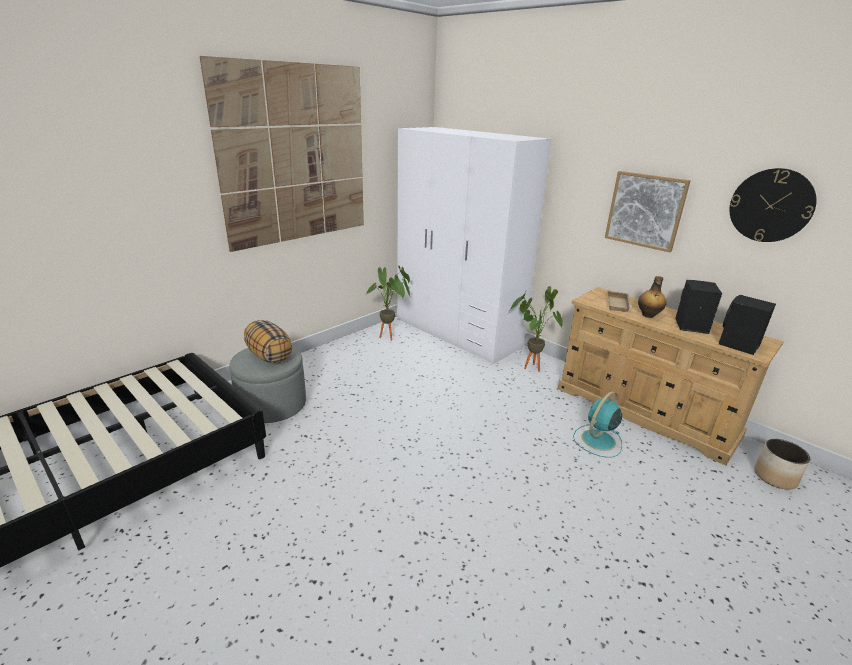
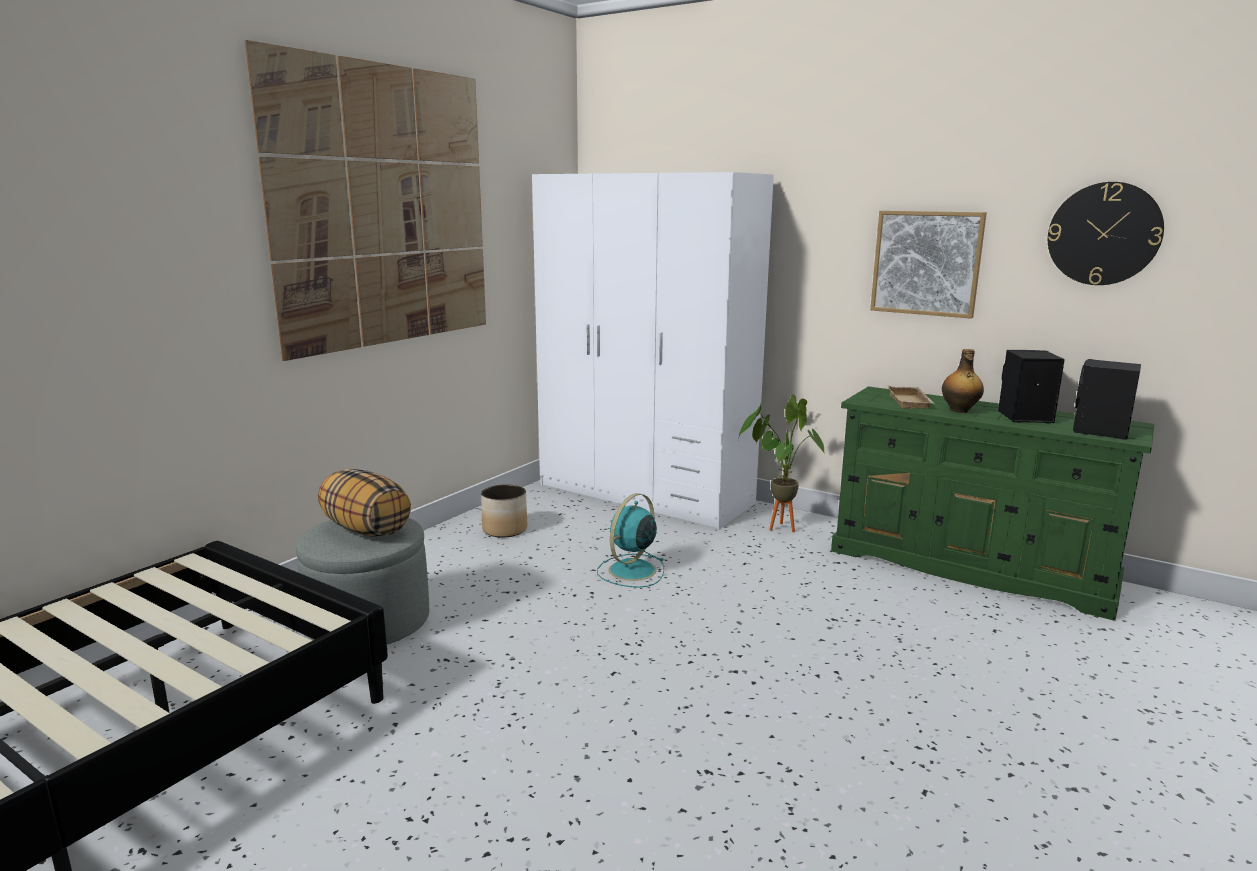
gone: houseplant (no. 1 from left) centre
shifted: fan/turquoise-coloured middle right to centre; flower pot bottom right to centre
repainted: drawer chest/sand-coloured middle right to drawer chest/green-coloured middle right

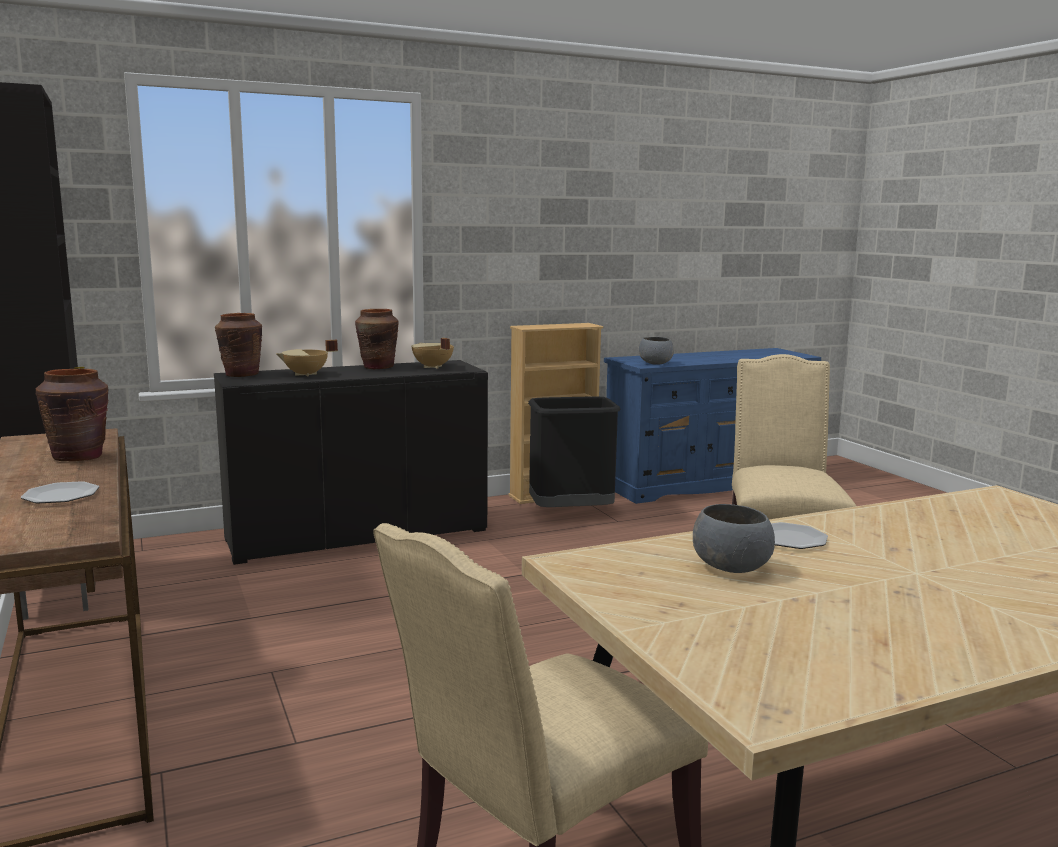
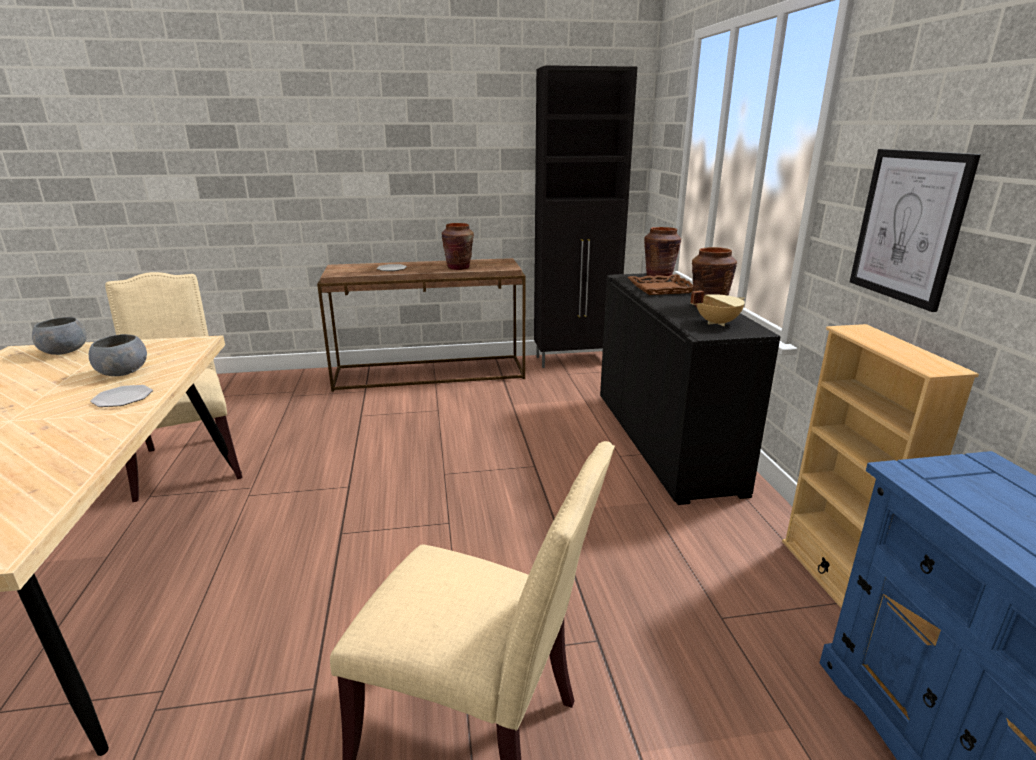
gone: rubbish bin/blackish centre
new: picture top right
shifted: bowl/grey (no. 1 from left) centre to middle left
swapped: saucepot/sand-coloured (no. 1 from left) middle left to tray/brown centre

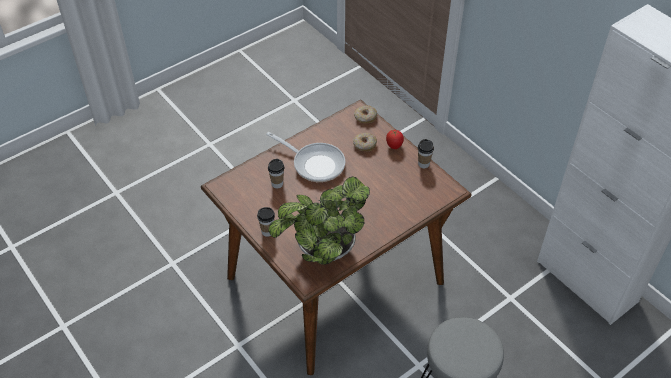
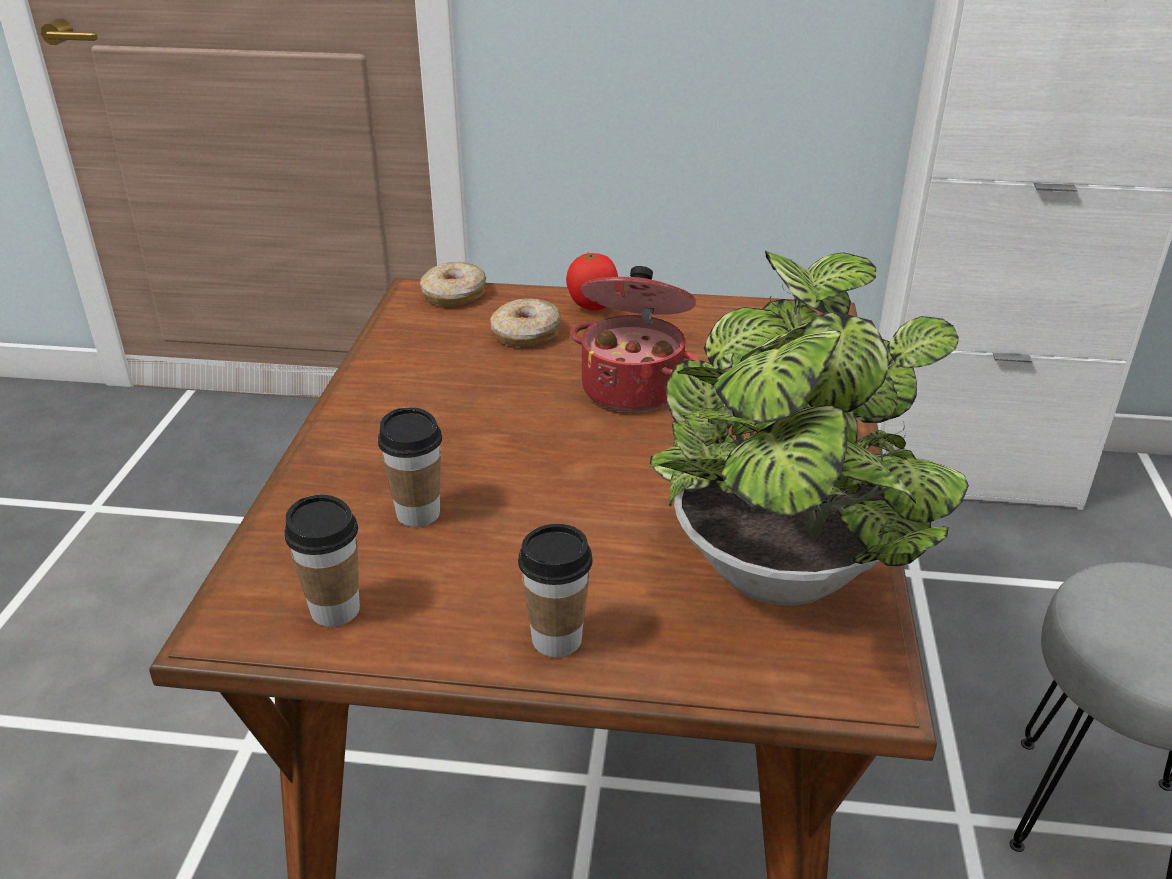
gone: frying pan centre
new: saucepot centre
shifted: cup (no. 3 from left in the first image) centre to cup (no. 1 from left) middle left

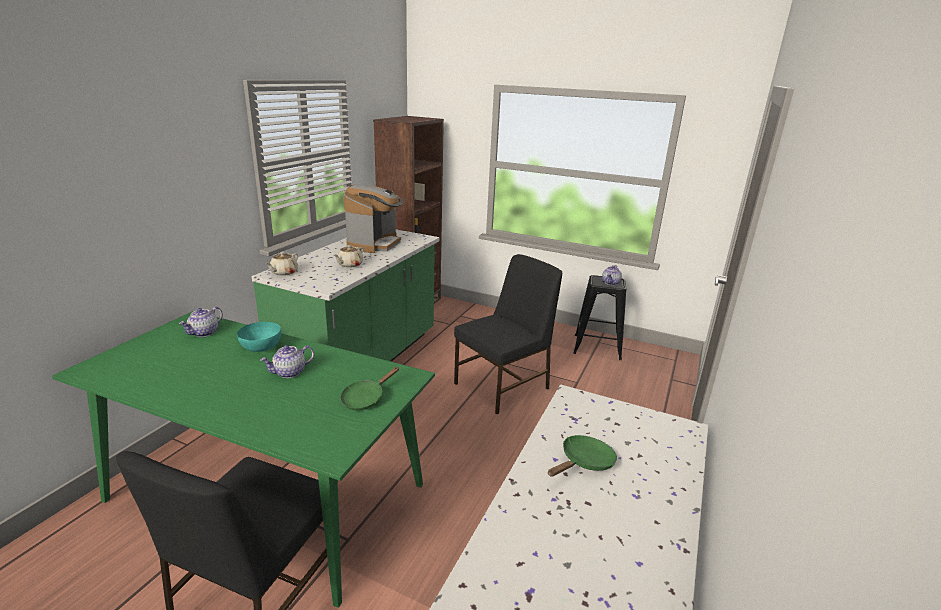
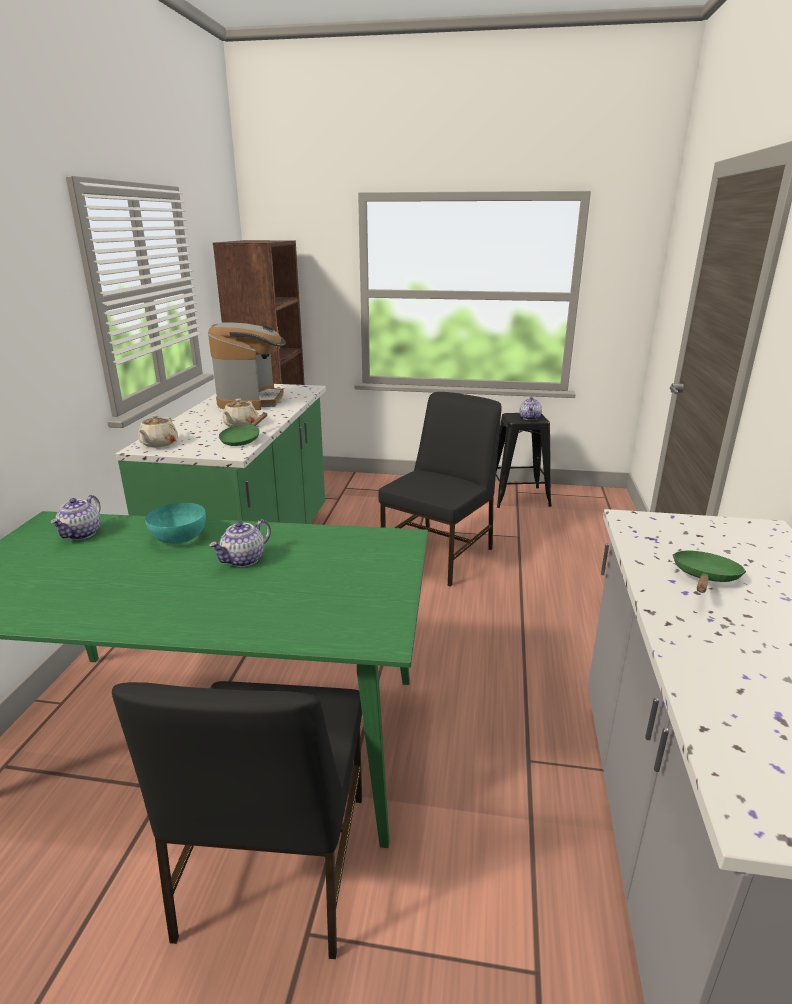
shifted: frying pan/green-coloured (no. 1 from left) centre to middle left

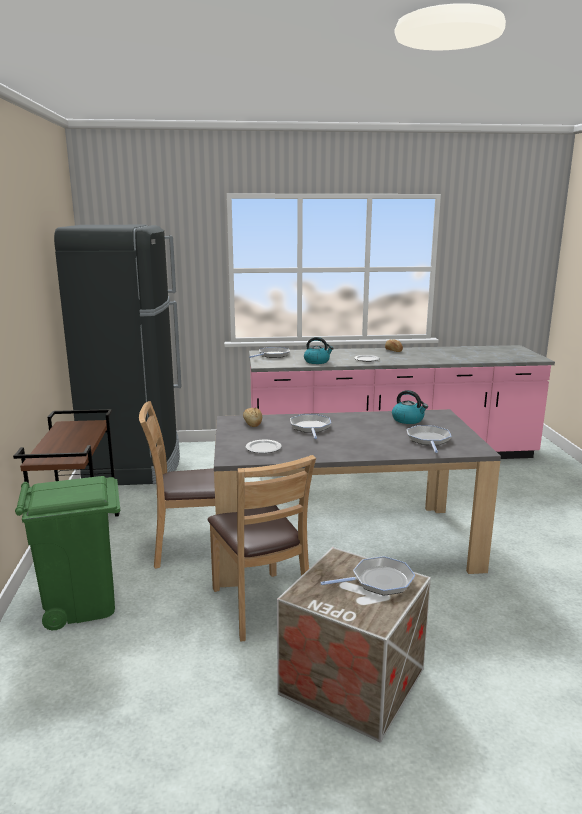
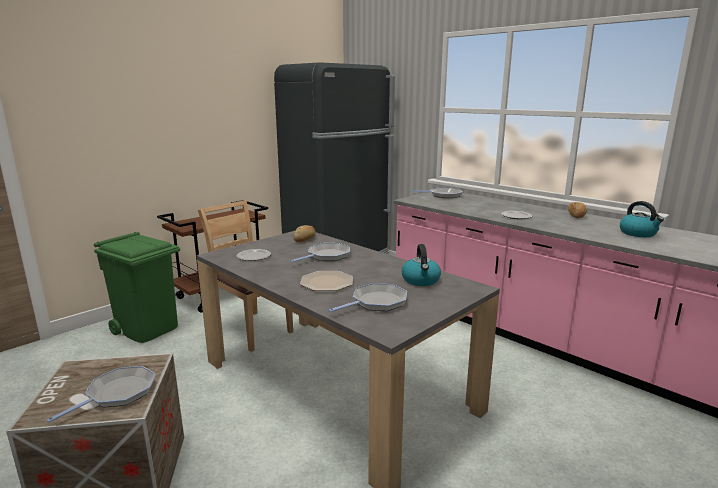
gone: plain chair/brown (no. 2 from left) bottom centre
new: plate (no. 2 from left) centre
shifted: water kettle (no. 1 from left in the first image) centre to water kettle (no. 2 from left) middle right
rotated: frying pan (no. 3 from left in the first image) bottom centre = bottom left 90 degrees counterclockwise

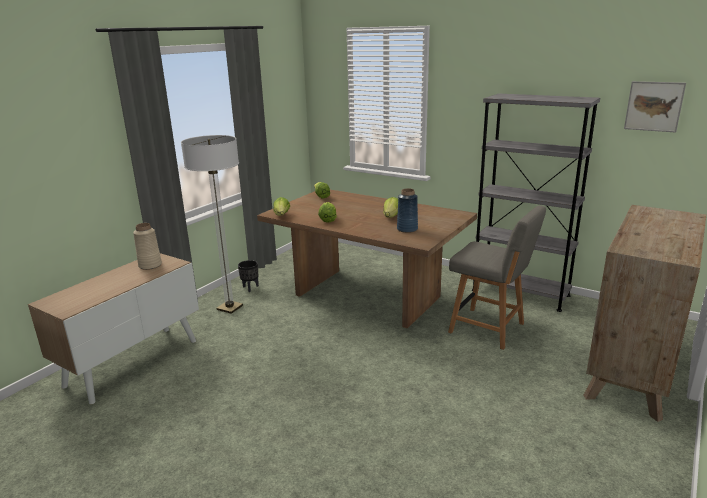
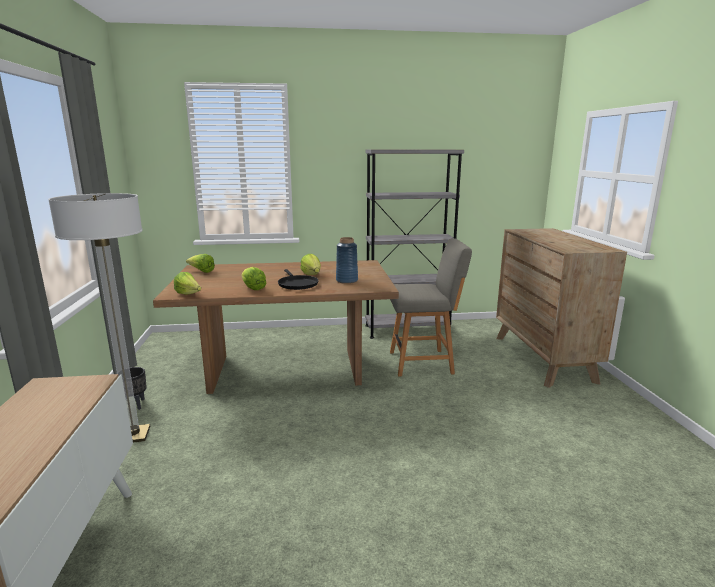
gone: picture top right; decorative vase/sand-coloured middle left
new: frying pan/blackish centre

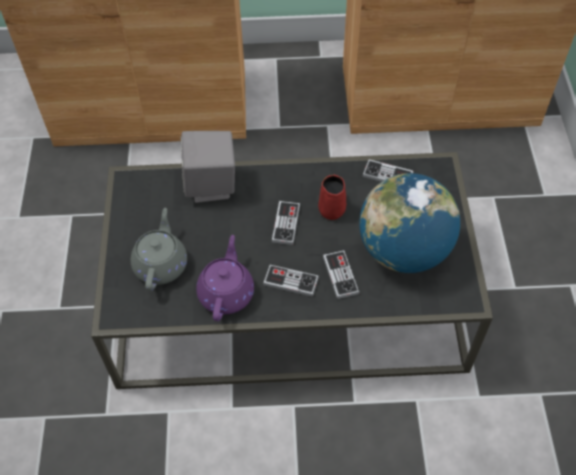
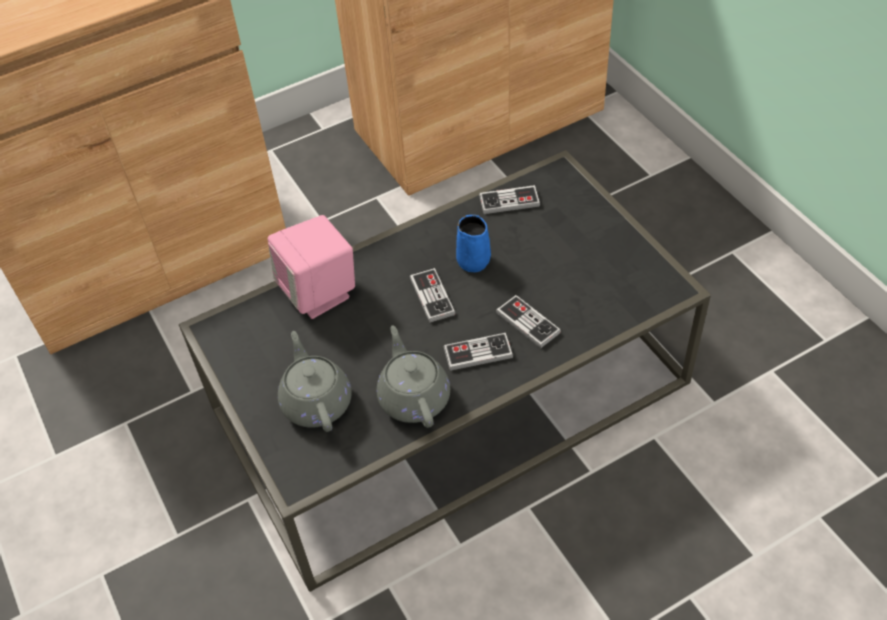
gone: globe middle right
repainted: speaker/grey centre to speaker/pinkish centre; tea mug/reddish centre to tea mug/blue centre; teapot/purple-coloured centre to teapot/grey (no. 2 from left) centre

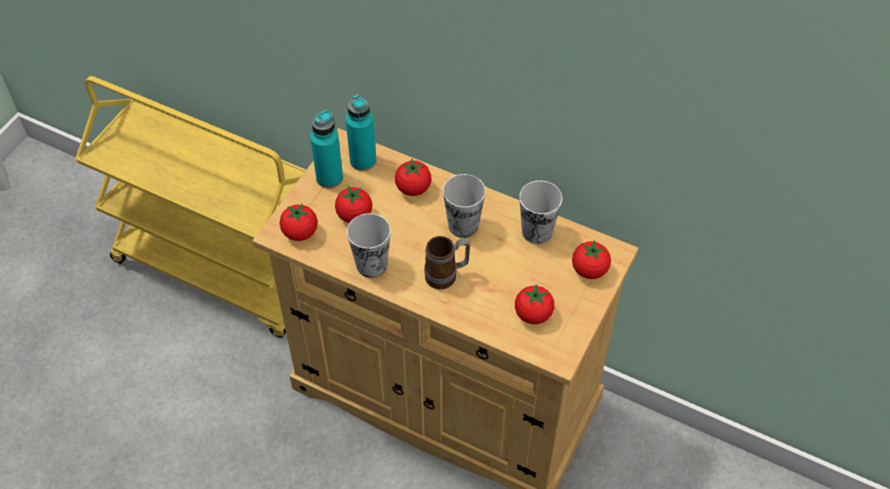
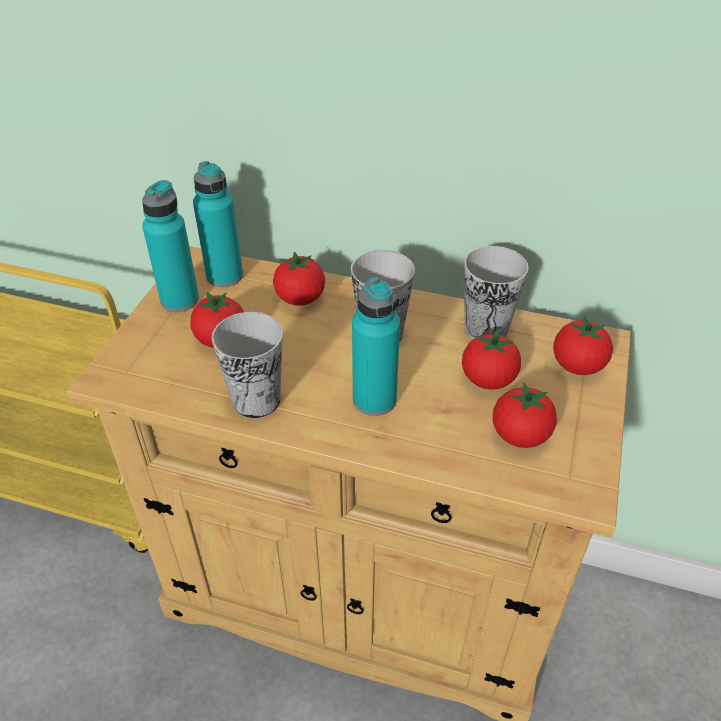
shifted: whole tomato (no. 1 from left in the first image) centre to whole tomato (no. 3 from left) middle right
swapped: tea mug centre to drink bottle/turquoise-coloured (no. 3 from left) centre

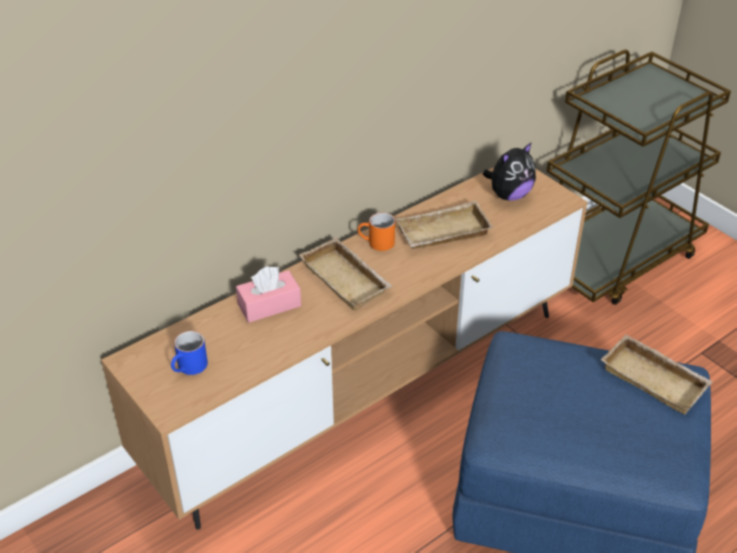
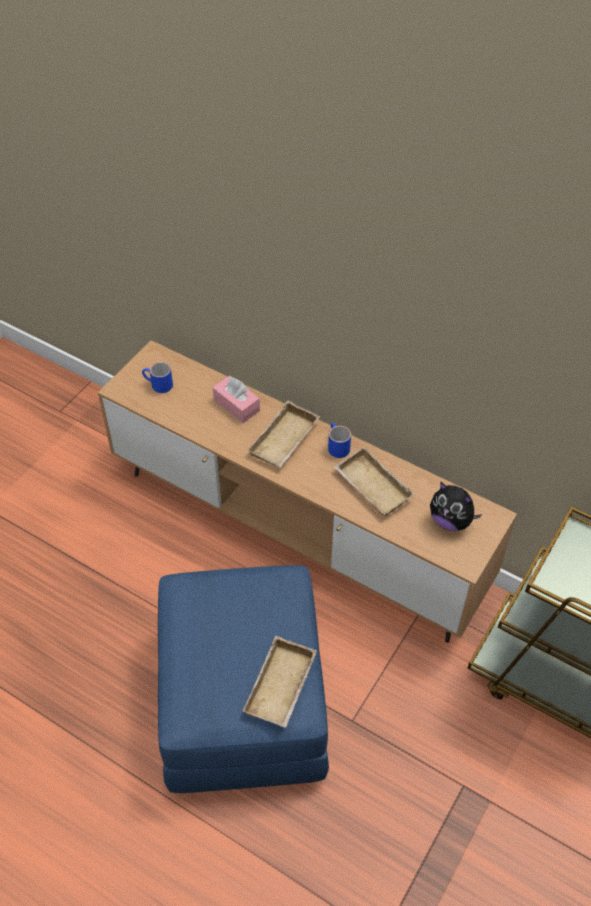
repainted: tea mug/orangey centre to tea mug/blue (no. 2 from left) centre

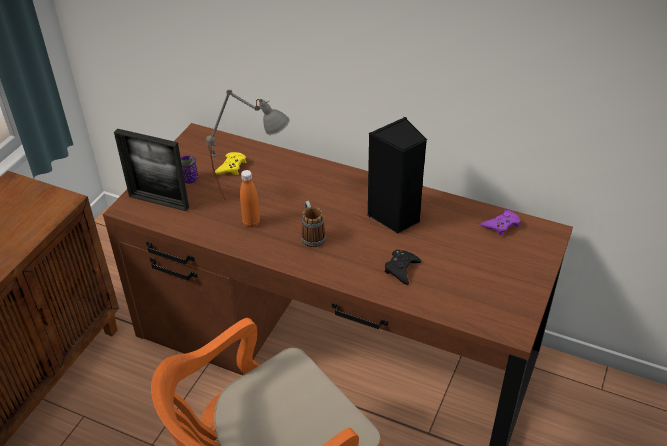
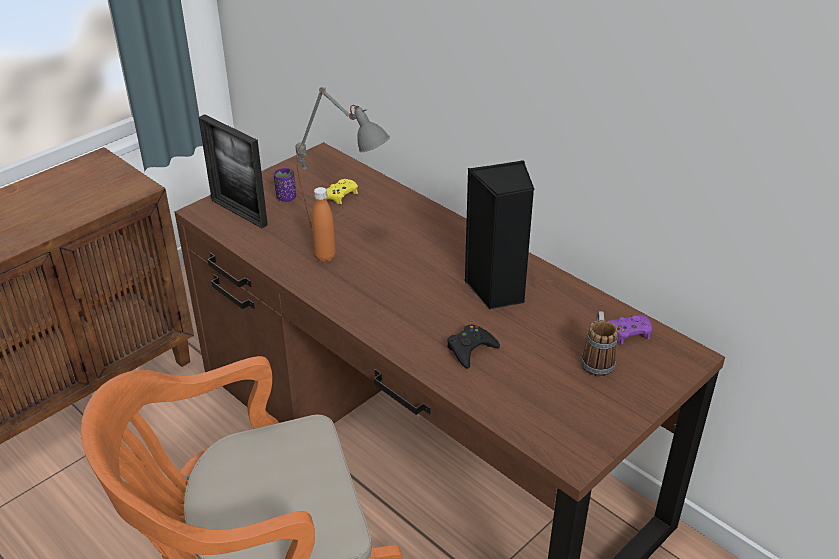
shifted: tea mug centre to middle right

